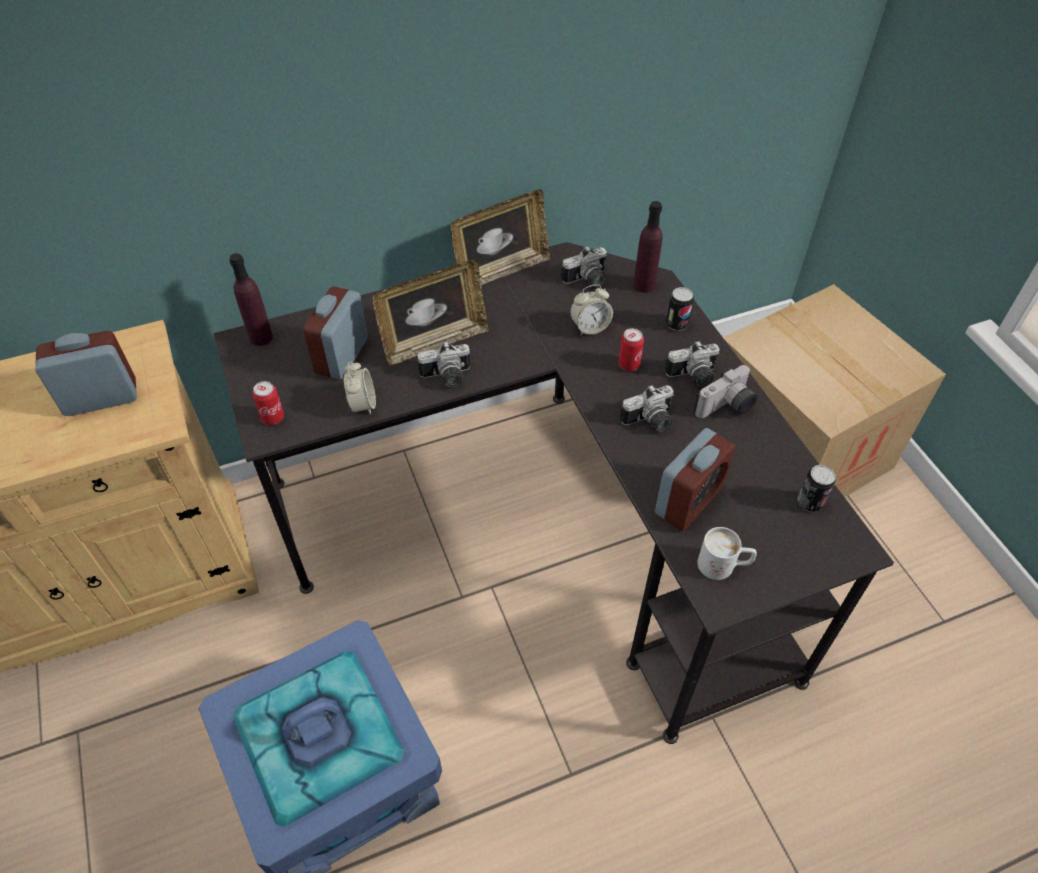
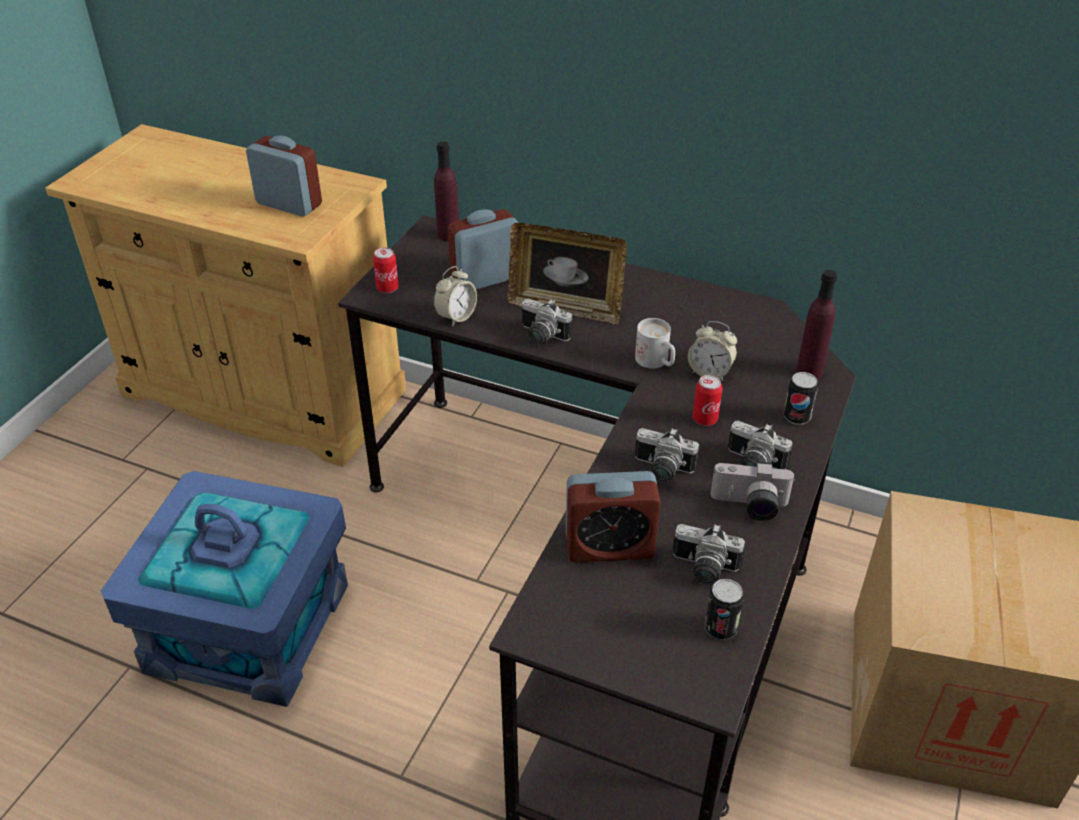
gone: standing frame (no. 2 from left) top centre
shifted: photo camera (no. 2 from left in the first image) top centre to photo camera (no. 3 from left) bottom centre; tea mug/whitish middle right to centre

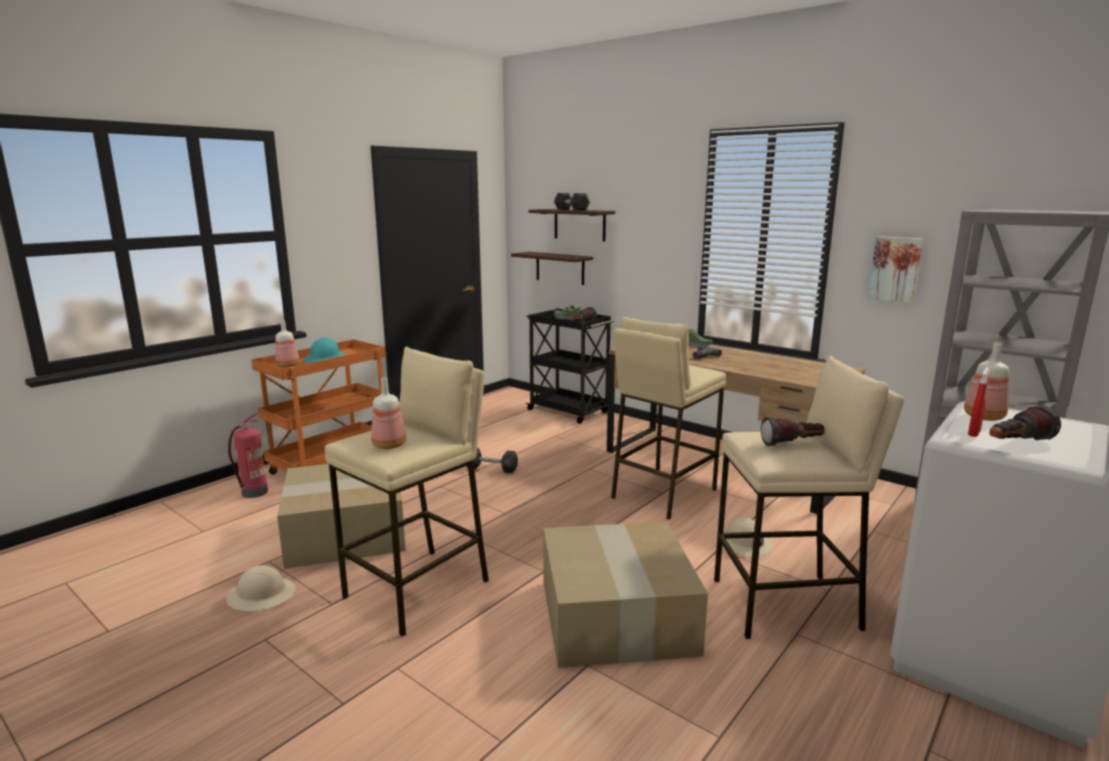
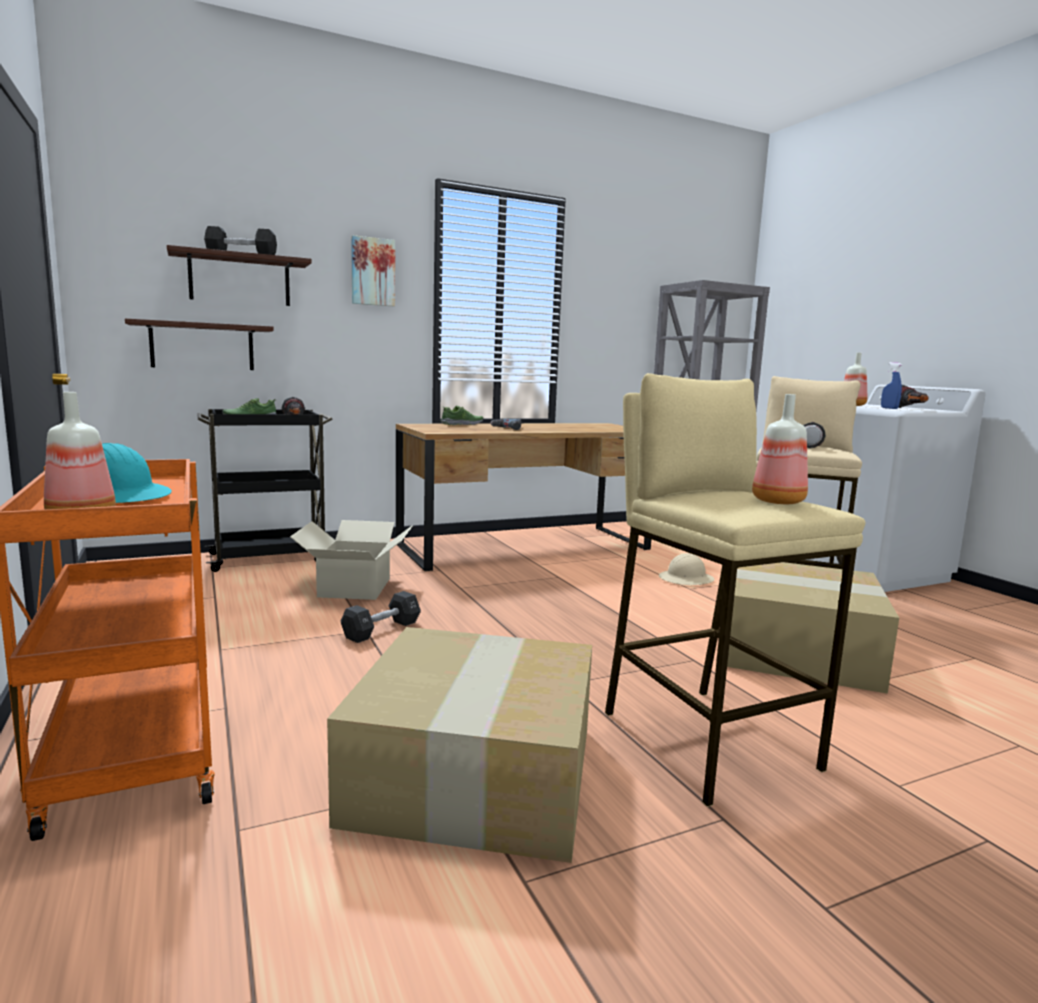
gone: sitting stool/sand-coloured (no. 2 from left) centre; fire extinguisher middle left; safety helmet/sand-coloured (no. 1 from left) bottom left
new: cardboard box (no. 1 from left) centre
shifted: picture middle right to top centre
repainted: hand sprayer/reddish middle right to hand sprayer/blue middle right

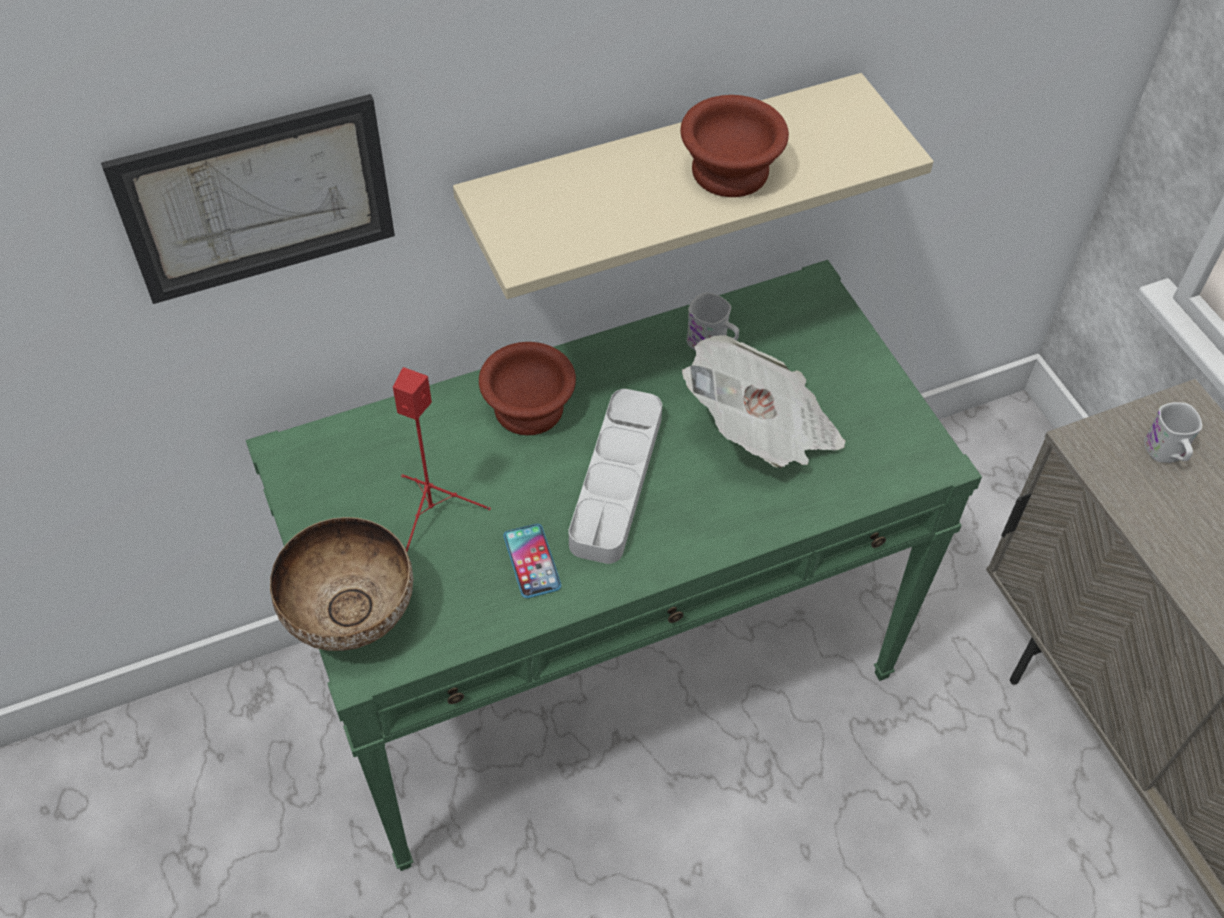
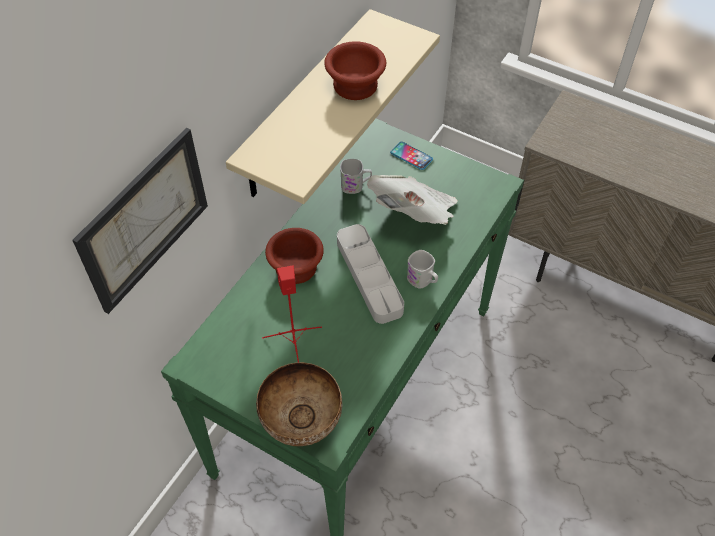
shifted: tea mug/whitish (no. 2 from left) middle right to centre; handset centre to top centre

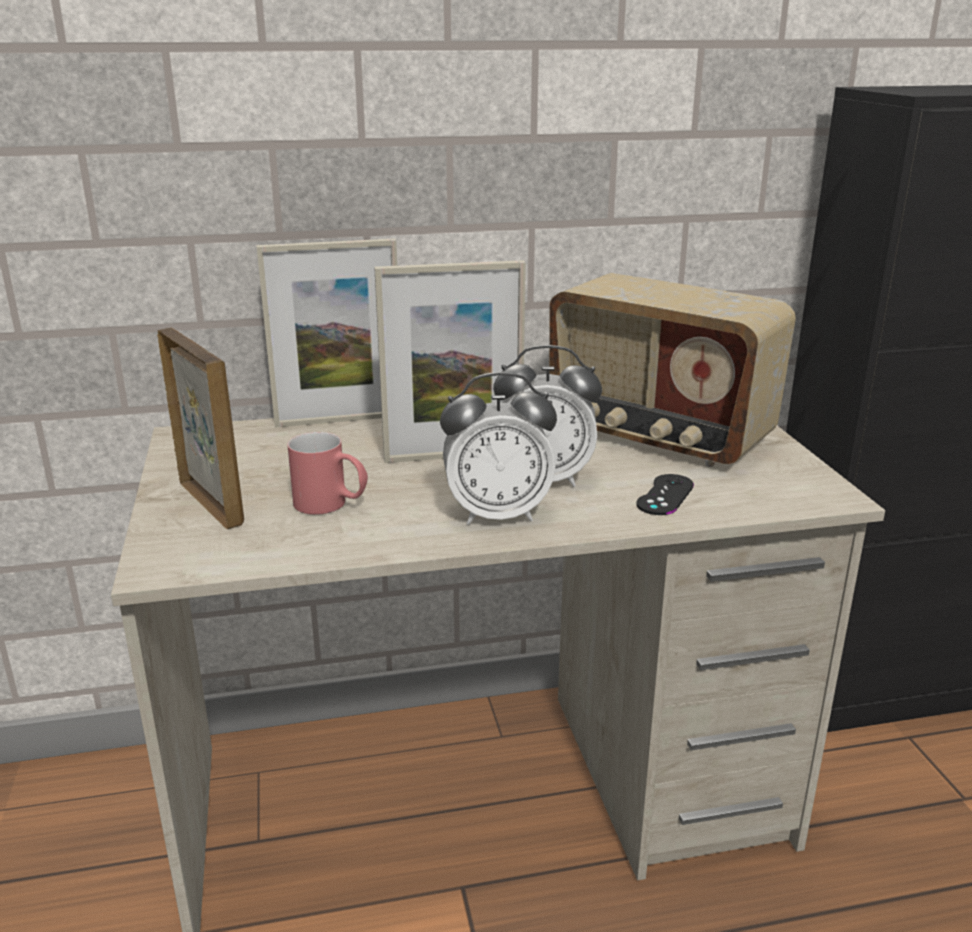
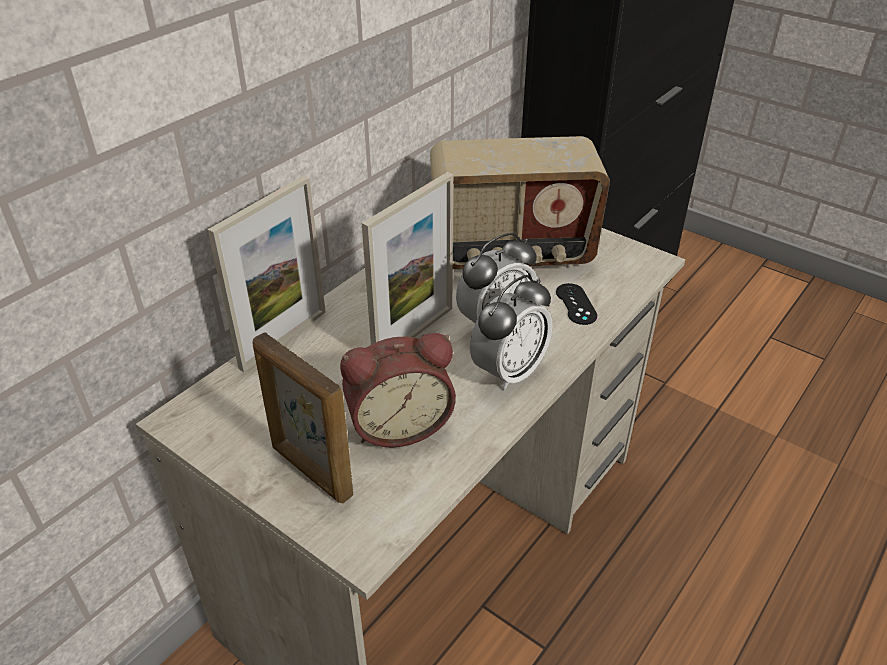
swapped: tea mug/reddish centre to alarm clock (no. 1 from left) centre
rotated: standing frame (no. 1 from left in the first image) middle left = centre 150 degrees counterclockwise

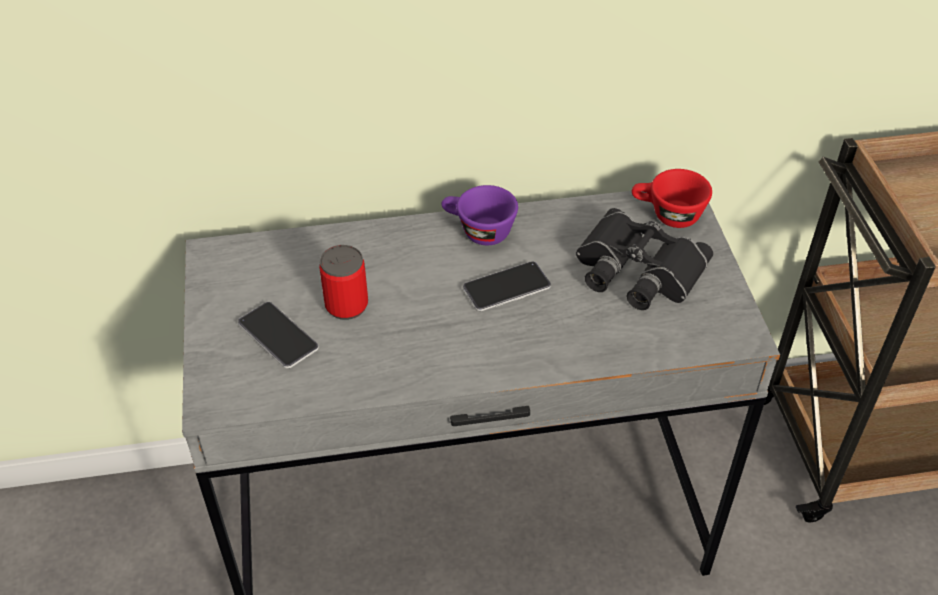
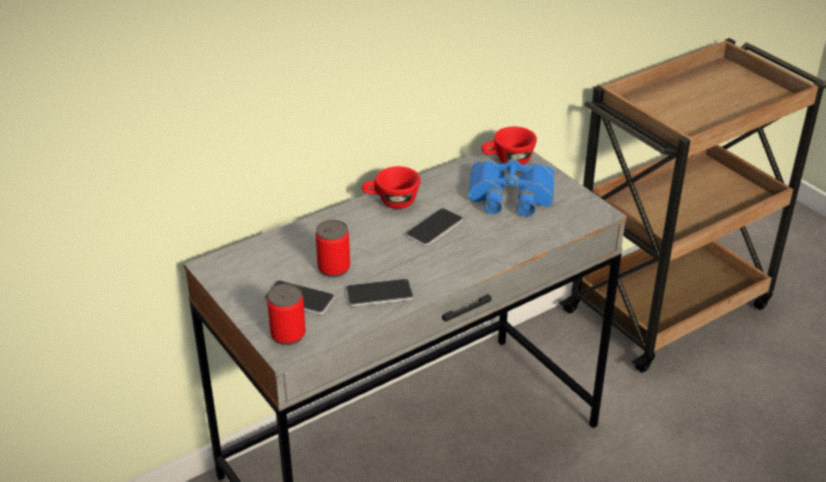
new: handset (no. 2 from left) centre; metal can (no. 1 from left) centre
repainted: cup/purple-coloured centre to cup/reddish (no. 1 from left) centre; binoculars/blackish middle right to binoculars/blue centre

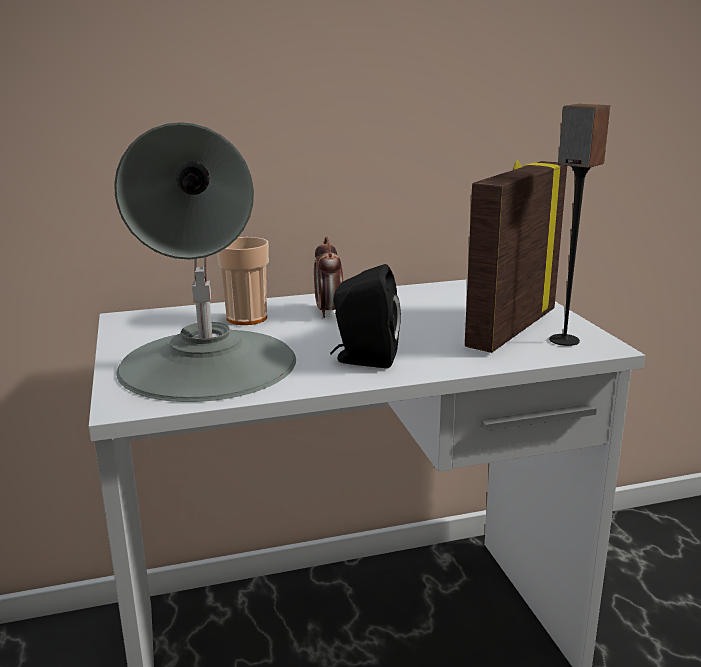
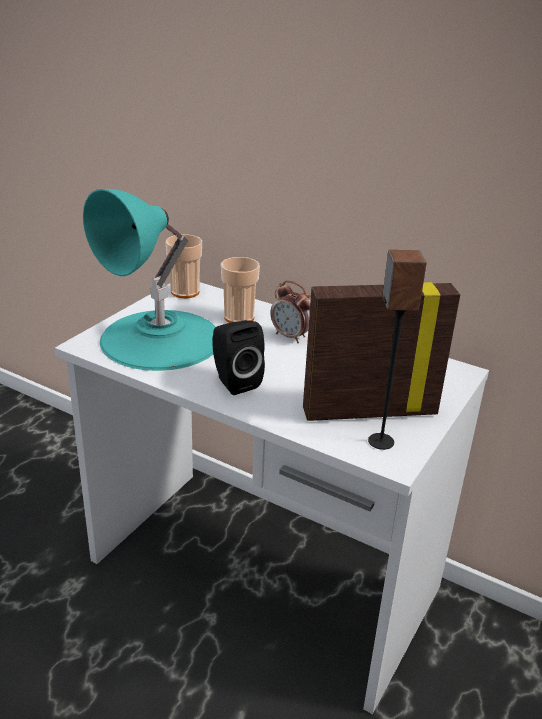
new: cup (no. 1 from left) centre
repainted: table lamp/grey middle left to table lamp/turquoise-coloured middle left
rotated: alarm clock centre = centre 90 degrees counterclockwise

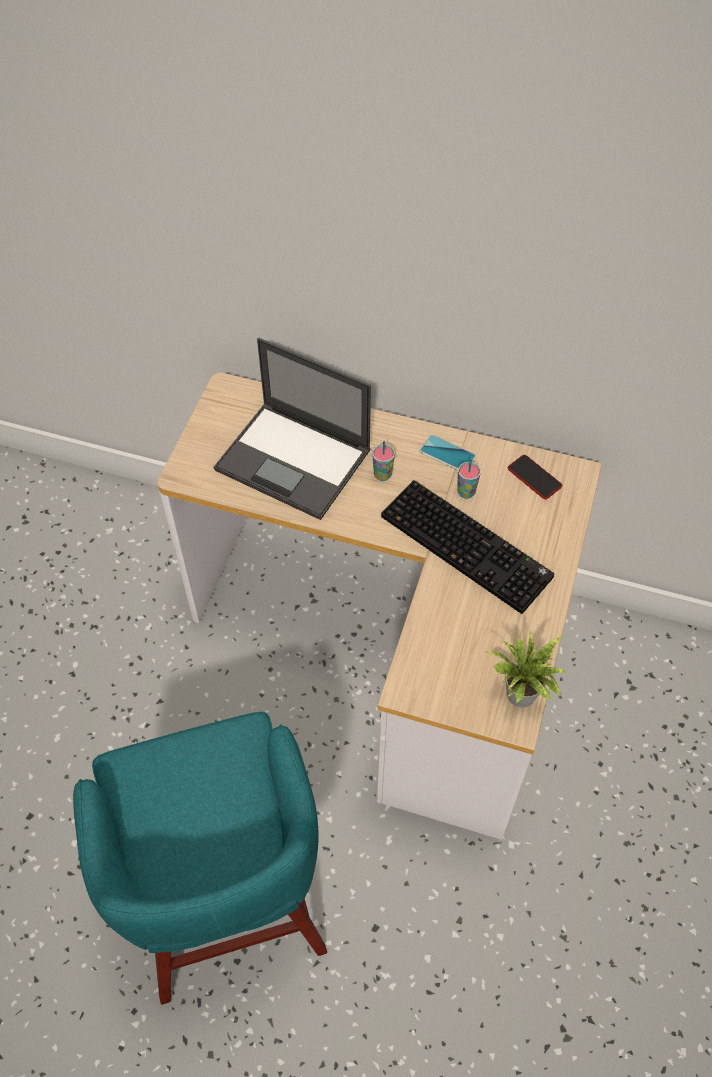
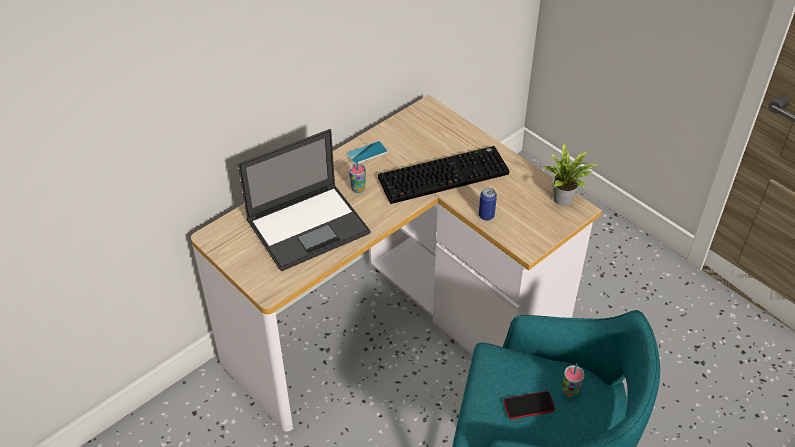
new: metal can centre
shifted: handset (no. 2 from left) middle right to bottom centre; cup (no. 2 from left) centre to bottom right

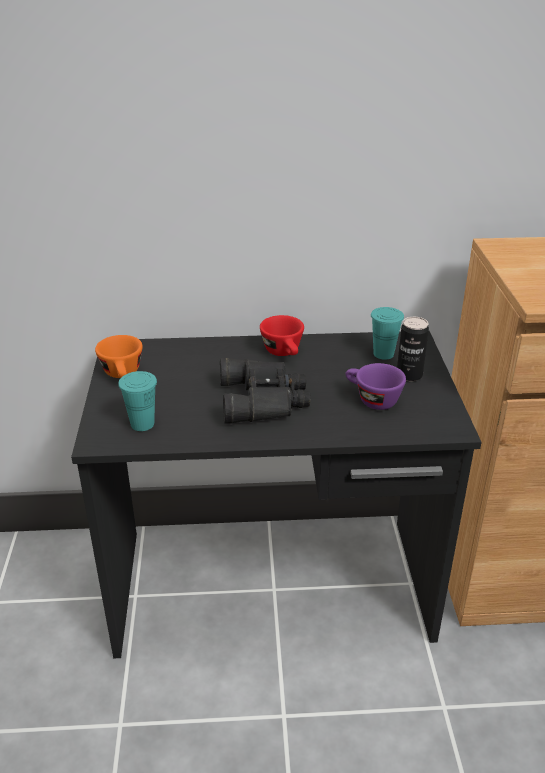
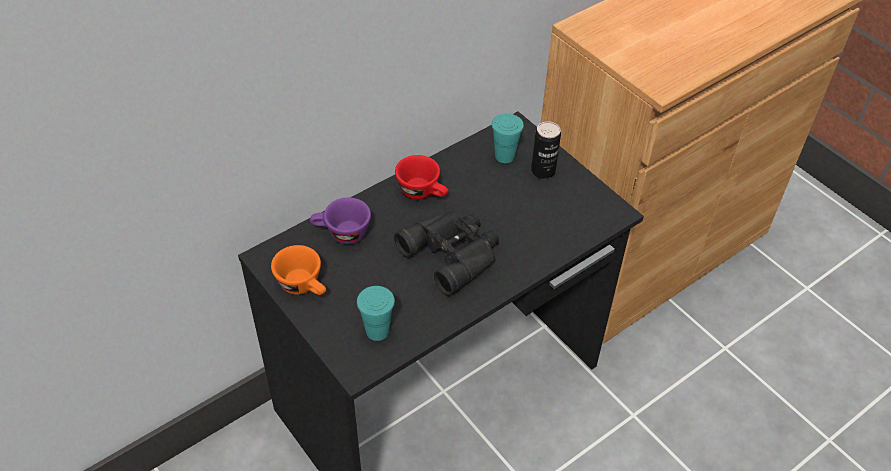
shifted: cup/purple-coloured middle right to centre

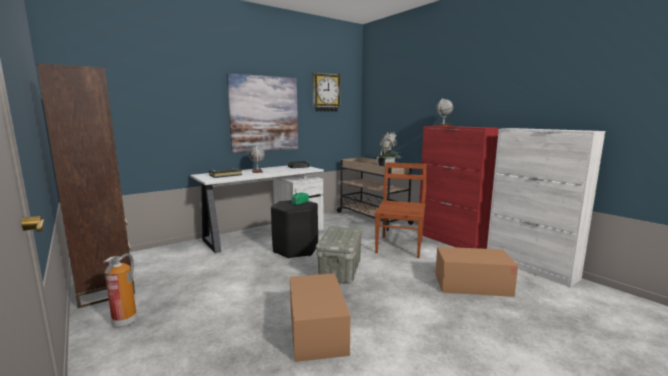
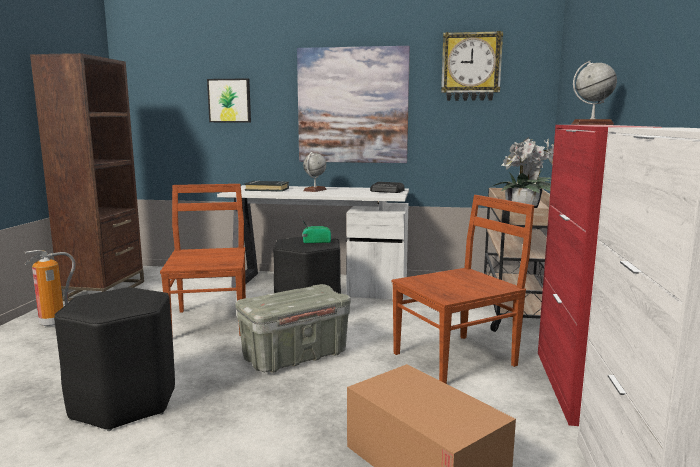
new: picture (no. 1 from left) top left; plain chair/brown (no. 1 from left) middle left
swapped: cardboard box (no. 1 from left) bottom centre to sitting stool/blackish (no. 1 from left) bottom left

